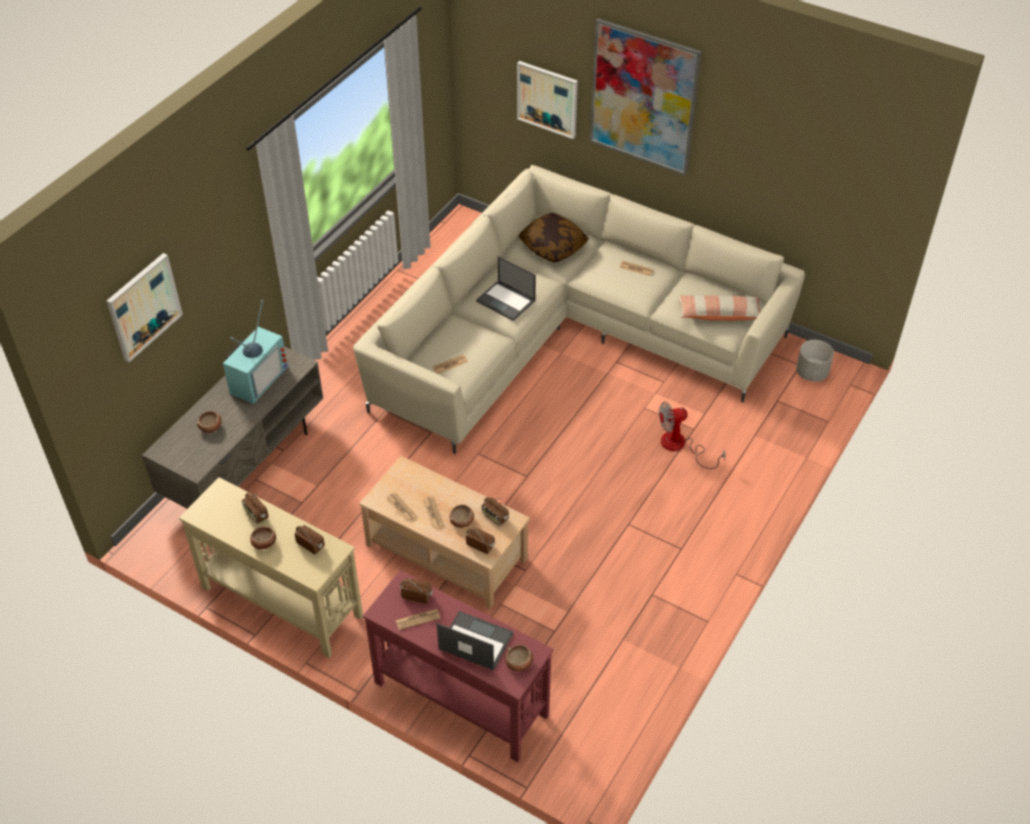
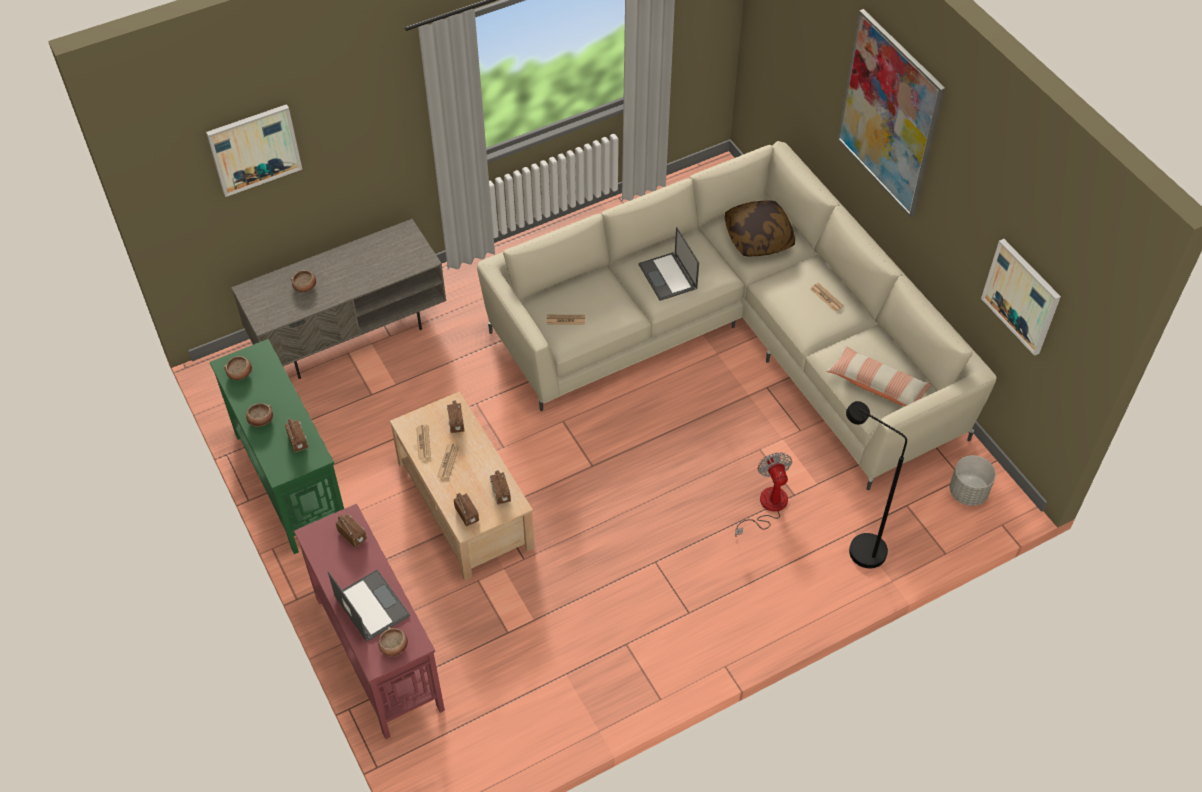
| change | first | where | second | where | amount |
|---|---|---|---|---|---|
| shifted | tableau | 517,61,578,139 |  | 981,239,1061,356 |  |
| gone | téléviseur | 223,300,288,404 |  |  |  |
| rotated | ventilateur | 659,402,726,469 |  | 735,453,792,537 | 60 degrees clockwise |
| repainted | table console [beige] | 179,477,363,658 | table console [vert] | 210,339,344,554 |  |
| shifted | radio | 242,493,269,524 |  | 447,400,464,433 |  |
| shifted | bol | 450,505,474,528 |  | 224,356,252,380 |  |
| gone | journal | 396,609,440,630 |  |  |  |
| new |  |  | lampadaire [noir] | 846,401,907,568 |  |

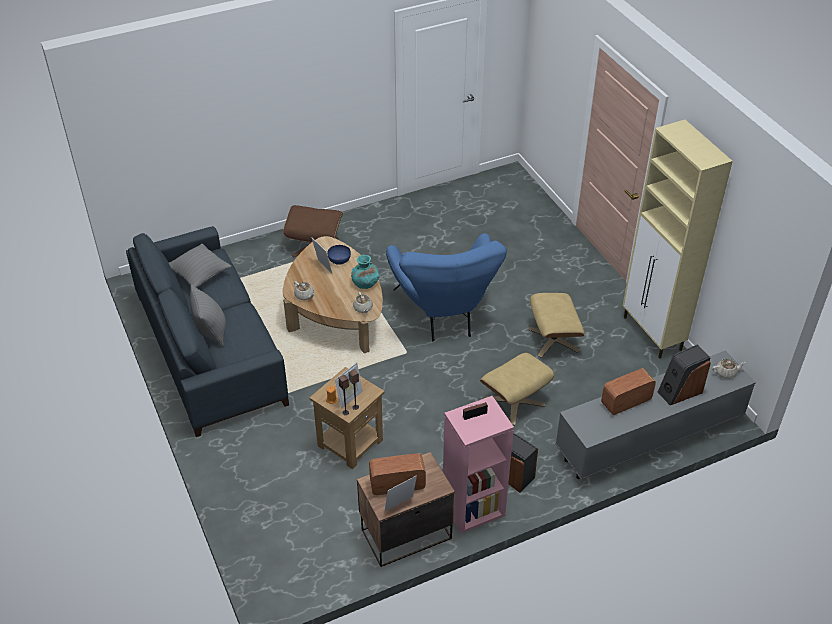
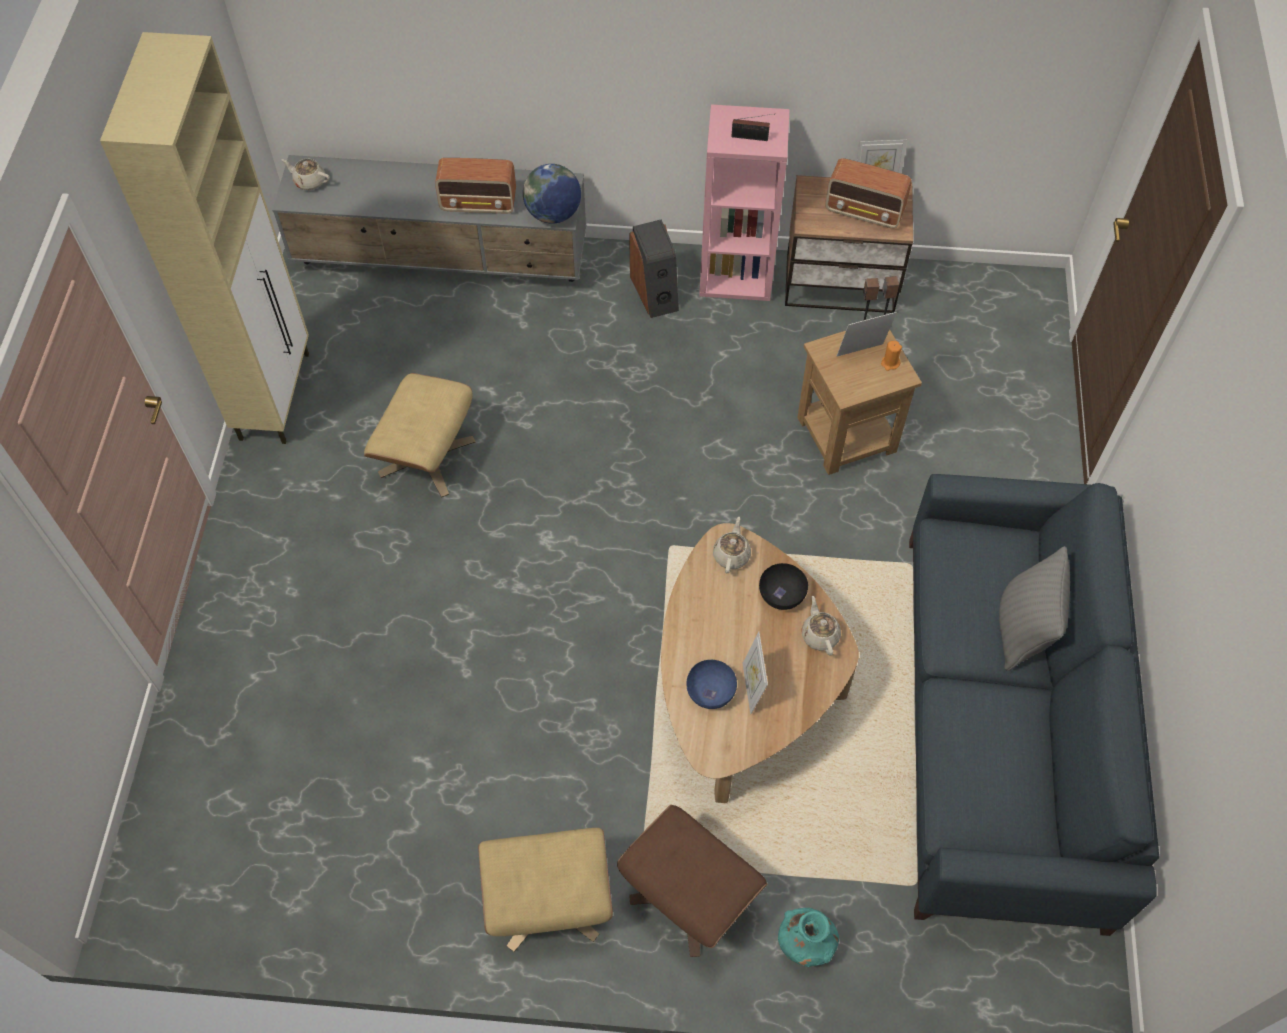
| change | first | where | second | where | amount |
|---|---|---|---|---|---|
| gone | fauteuil [bleu] | 386,233,507,341 |  |  |  |
| gone | coussin [gris] | 169,244,232,288 |  |  |  |
| shifted | vase [turquoise] | 351,255,380,289 |  | 778,908,839,967 |  |
| gone | enceinte | 658,344,711,405 |  |  |  |
| shifted | pouf [beige] | 480,353,554,425 |  | 478,828,613,952 |  |
| new |  |  | globe | 523,164,581,224 |  |
| new |  |  | bol [noir] | 759,563,808,610 |  |

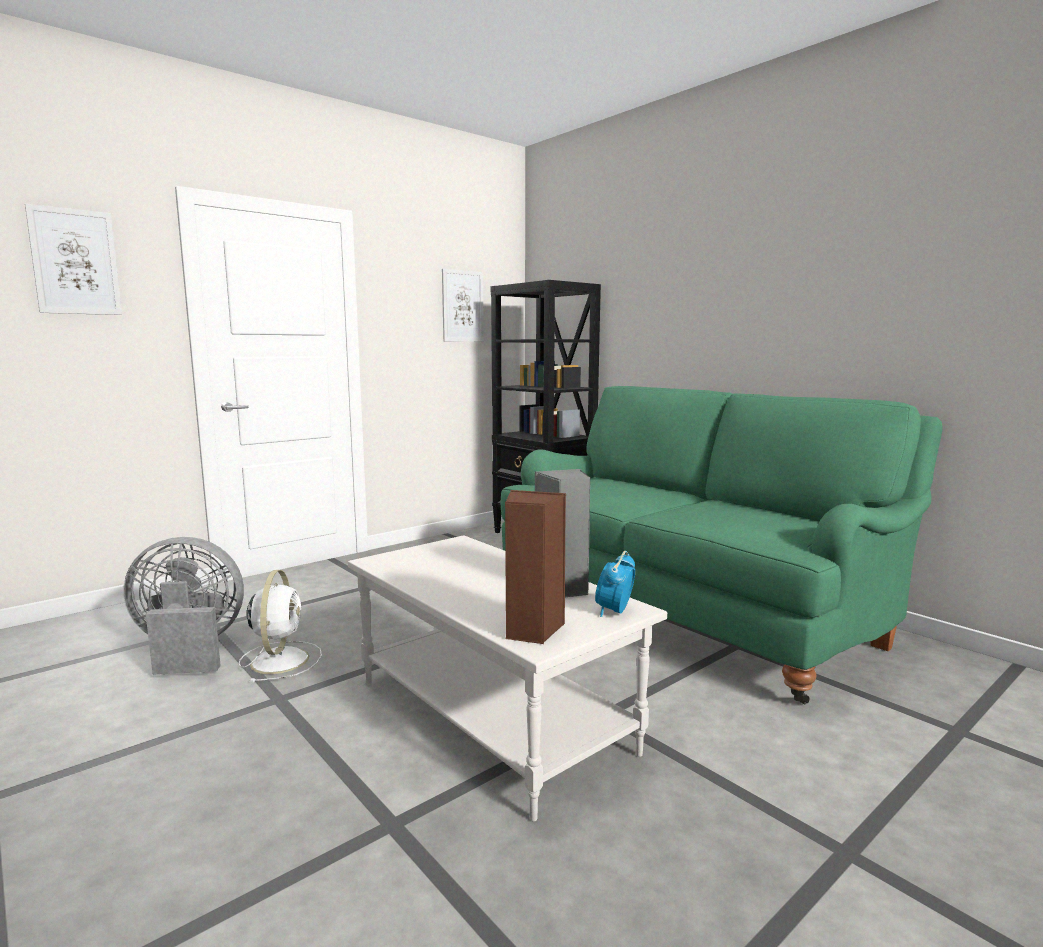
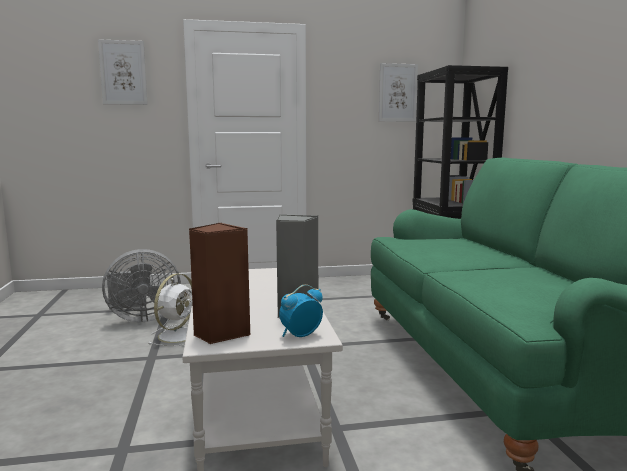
| change | first | where | second | where | amount |
|---|---|---|---|---|---|
| rotated | ventilateur [gris] | 123,537,244,675 |  | 102,249,181,322 | 135 degrees clockwise |

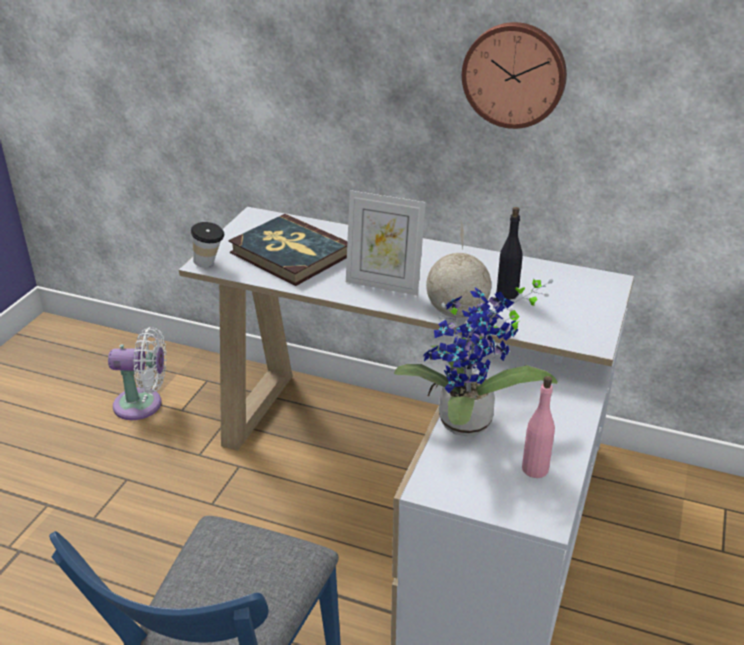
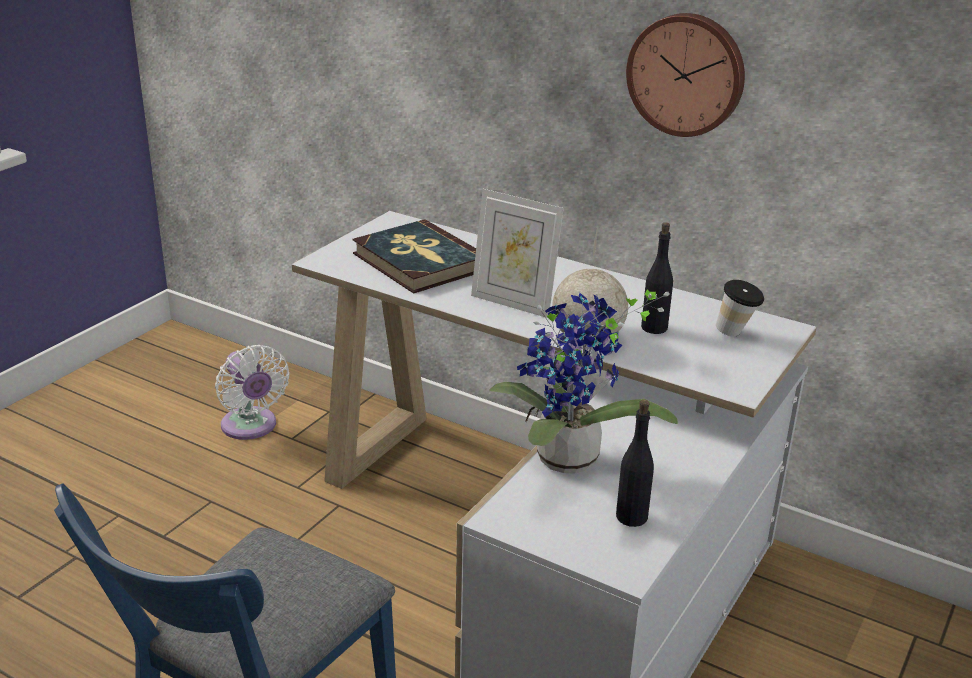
| change | first | where | second | where | amount |
|---|---|---|---|---|---|
| shifted | tasse | 191,222,224,268 |  | 716,280,764,337 |  |
| rotated | ventilateur [blanc] | 108,327,166,420 |  | 215,345,290,440 | 45 degrees clockwise |
| repainted | bouteille [rose] | 522,376,555,478 | bouteille [noir] | 616,400,654,527 |  |

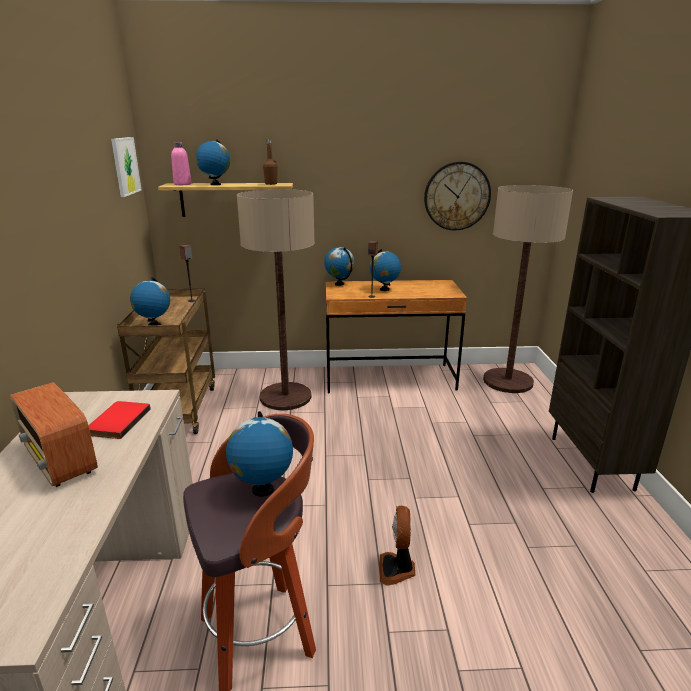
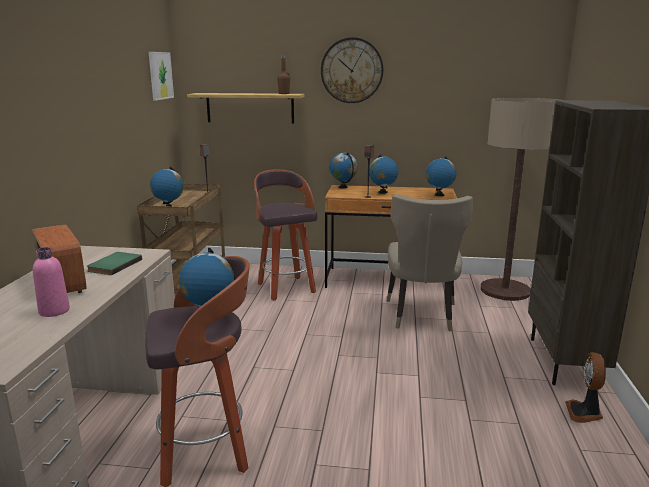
| change | first | where | second | where | amount |
|---|---|---|---|---|---|
| shifted | globe | 196,139,230,185 |  | 426,156,456,196 |  |
| shifted | bouteille [rose] | 171,142,191,185 |  | 33,247,70,317 |  |
| shifted | horloge murale | 424,162,491,231 |  | 321,37,383,103 |  |
| swapped | lampadaire | 237,189,315,410 | tabouret | 254,169,317,300 |  |
| repainted | livre [rouge] | 88,401,151,439 | livre [vert] | 87,252,142,275 |  |
| shifted | ventilateur | 380,506,415,586 |  | 565,352,606,423 |  |
| new |  |  | chaise [beige] | 387,194,473,331 |  |

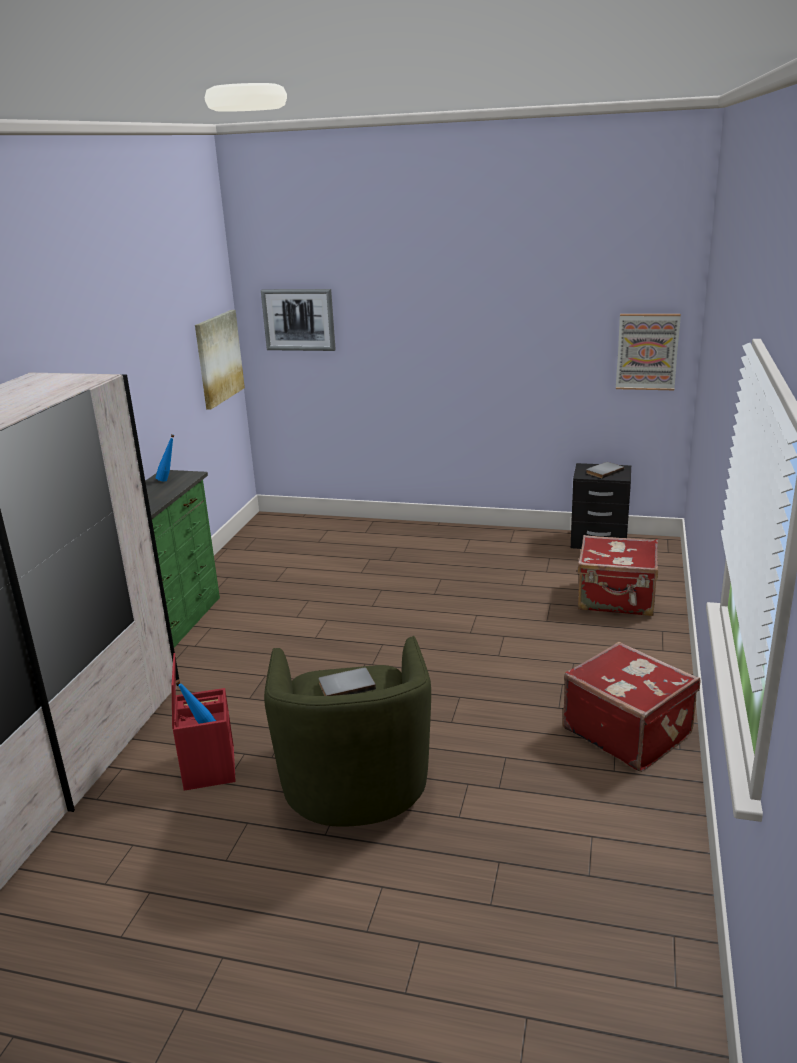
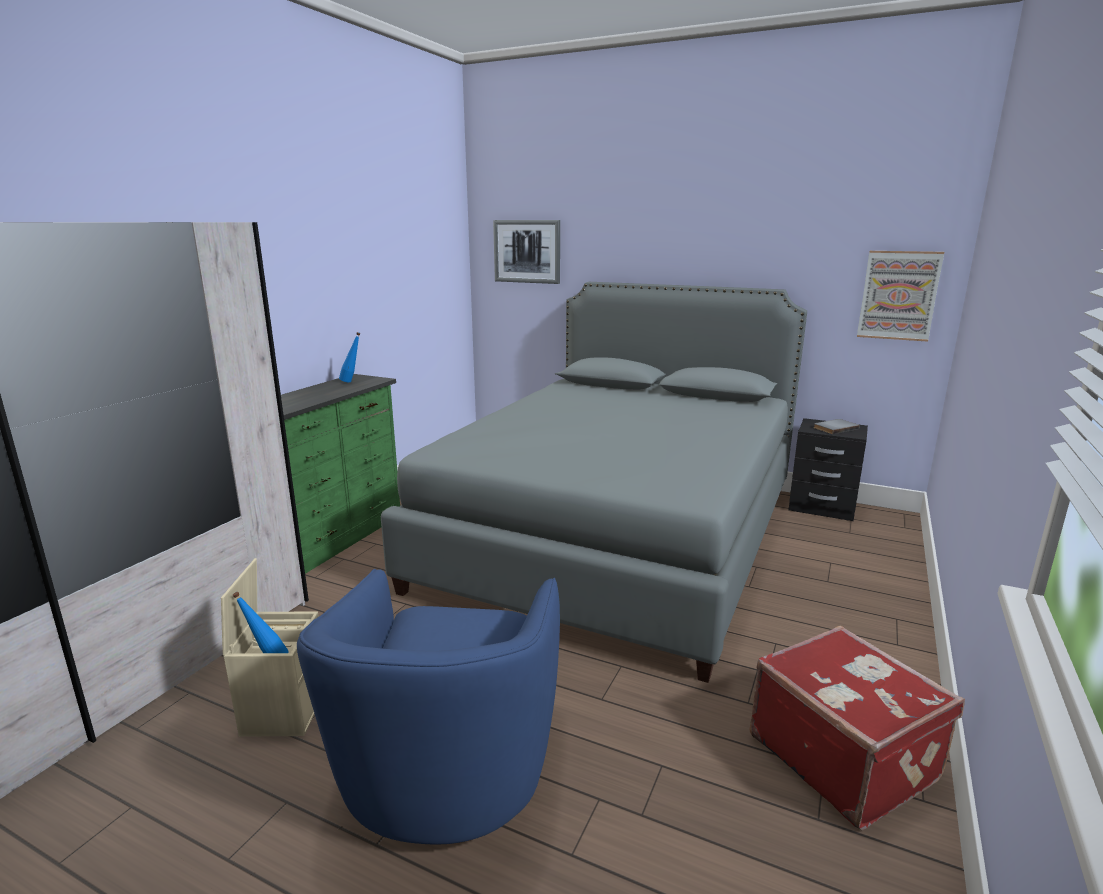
| change | first | where | second | where | amount |
|---|---|---|---|---|---|
| gone | tableau | 195,310,245,410 |  |  |  |
| gone | valise [rouge] | 577,535,658,616 |  |  |  |
| repainted | fauteuil [vert] | 264,636,431,827 | fauteuil [bleu] | 297,569,560,844 |  |
| repainted | boîte de rangement [rouge] | 172,653,235,791 | boîte de rangement [beige] | 221,558,319,737 |  |
| gone | livre [gris] | 318,668,376,696 |  |  |  |
| new |  |  | lit [gris] | 381,282,807,683 |  |

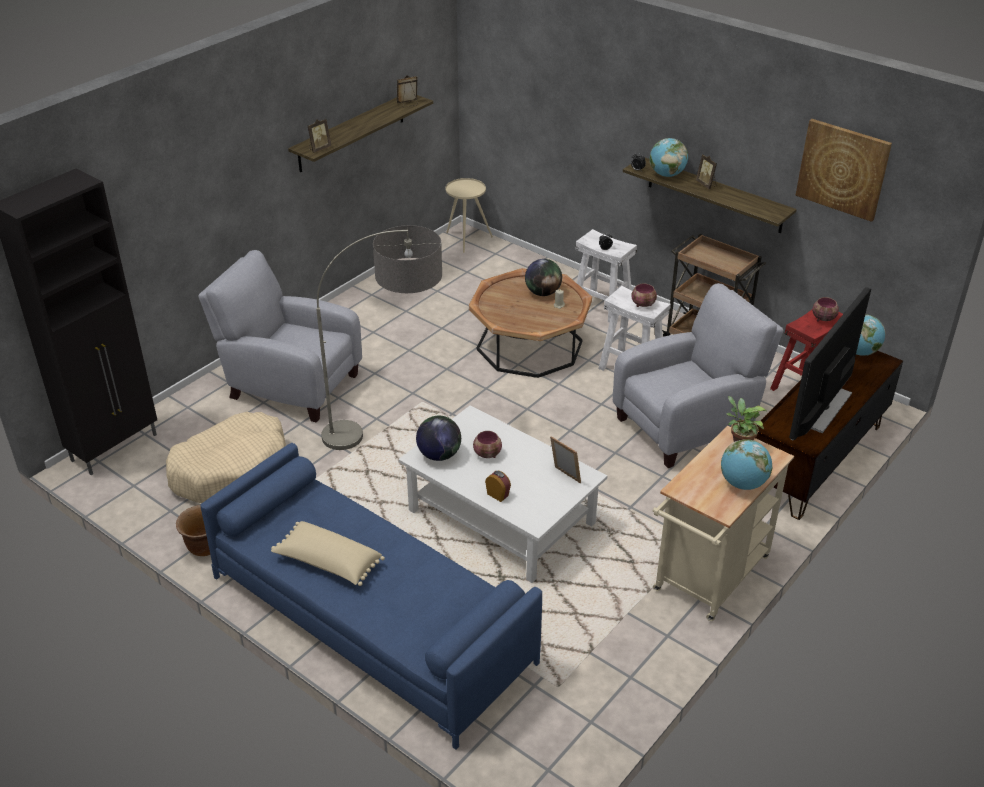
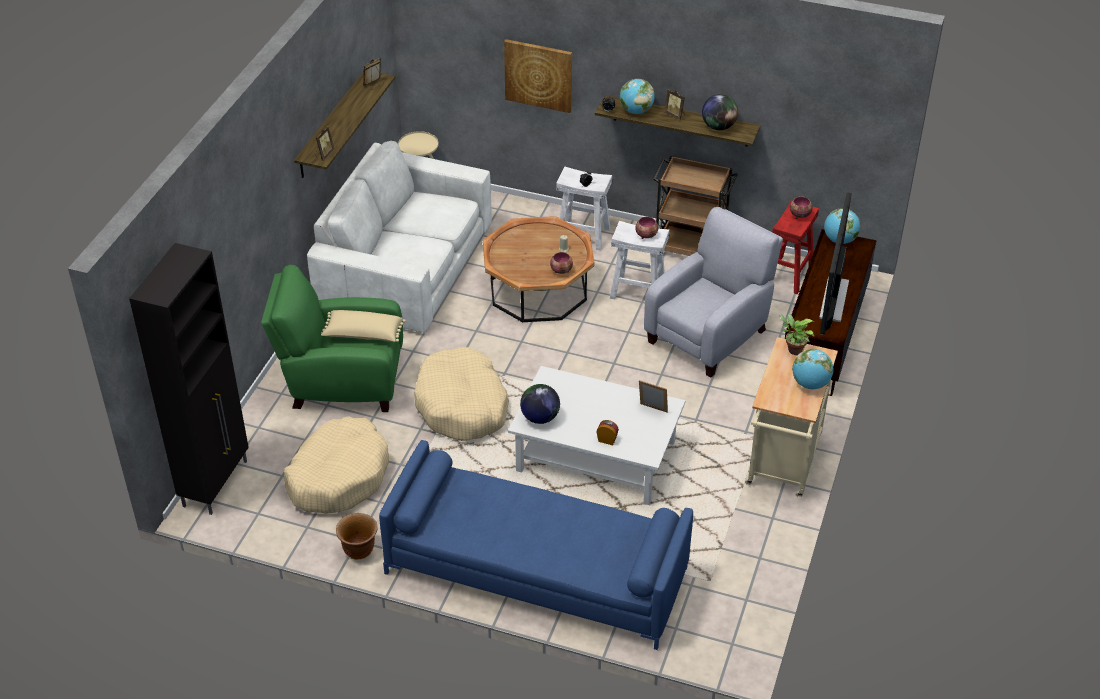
| change | first | where | second | where | amount |
|---|---|---|---|---|---|
| shifted | tableau | 795,119,892,222 |  | 504,39,572,113 |  |
| swapped | lampadaire | 316,225,442,450 | panier pour chien [beige] | 414,347,509,441 |  |
| repainted | fauteuil [gris] | 198,250,362,423 | fauteuil [vert] | 261,265,403,412 |  |
| shifted | globe | 525,259,562,296 |  | 702,94,738,130 |  |
| shifted | bol | 473,431,502,458 |  | 550,252,573,274 |  |
| shifted | coussin [beige] | 271,521,385,586 |  | 321,310,406,342 |  |
| new |  |  | canapé [blanc] | 307,141,492,333 |  |

